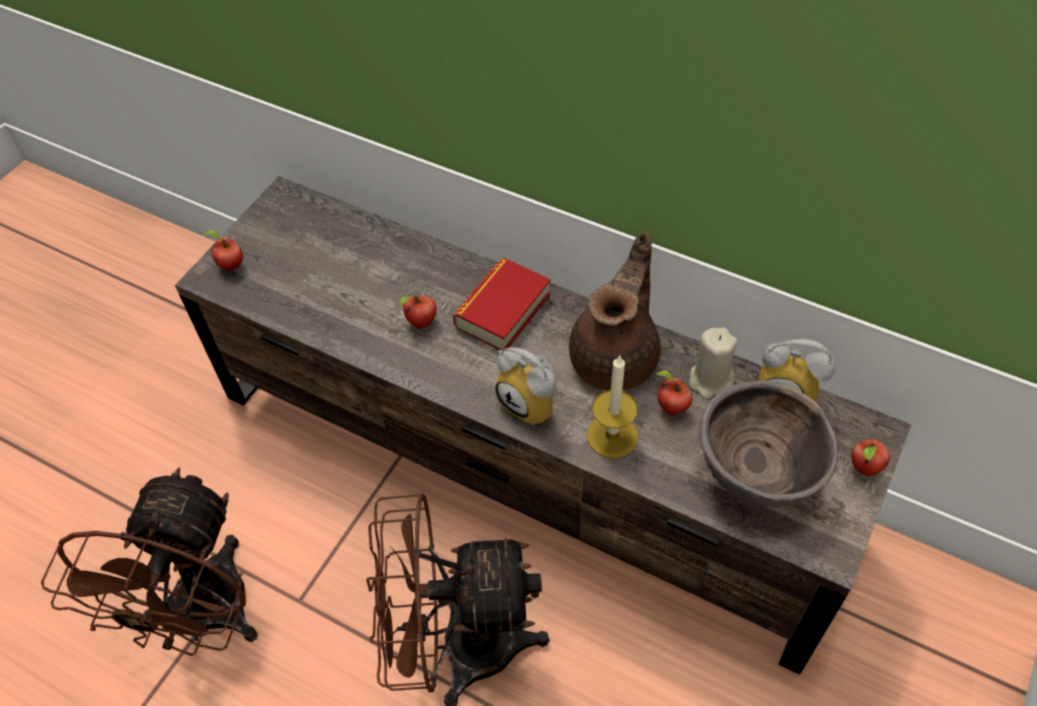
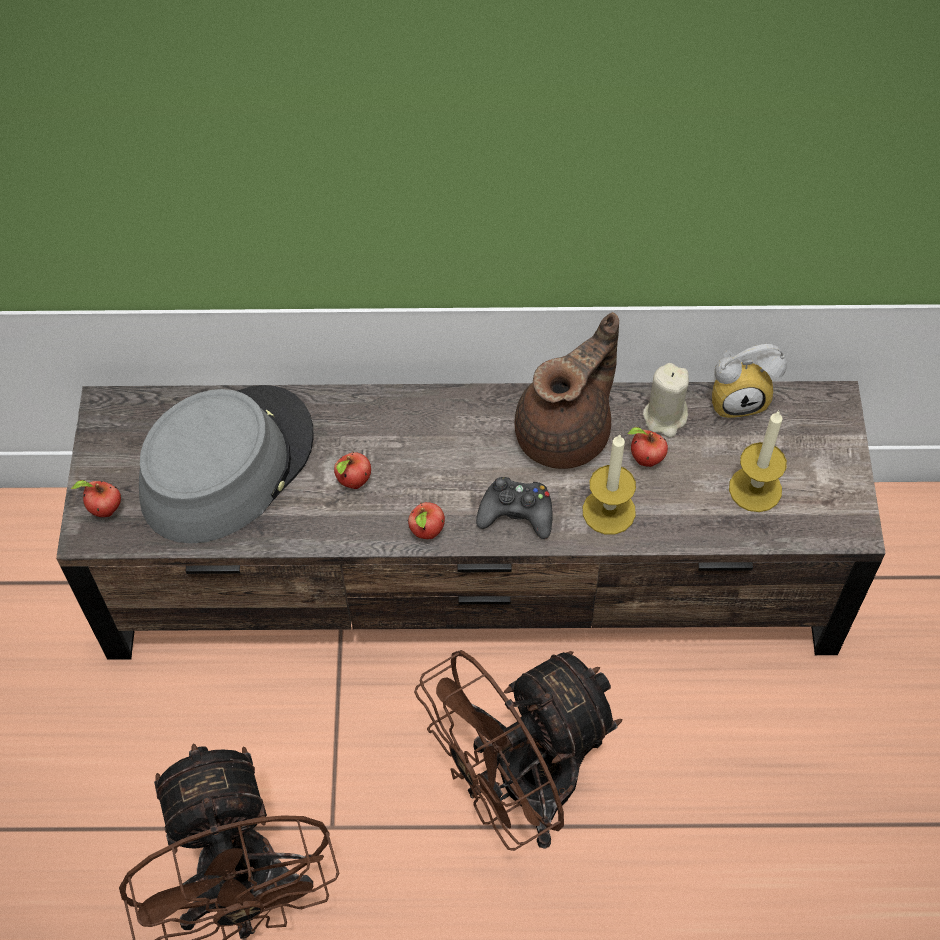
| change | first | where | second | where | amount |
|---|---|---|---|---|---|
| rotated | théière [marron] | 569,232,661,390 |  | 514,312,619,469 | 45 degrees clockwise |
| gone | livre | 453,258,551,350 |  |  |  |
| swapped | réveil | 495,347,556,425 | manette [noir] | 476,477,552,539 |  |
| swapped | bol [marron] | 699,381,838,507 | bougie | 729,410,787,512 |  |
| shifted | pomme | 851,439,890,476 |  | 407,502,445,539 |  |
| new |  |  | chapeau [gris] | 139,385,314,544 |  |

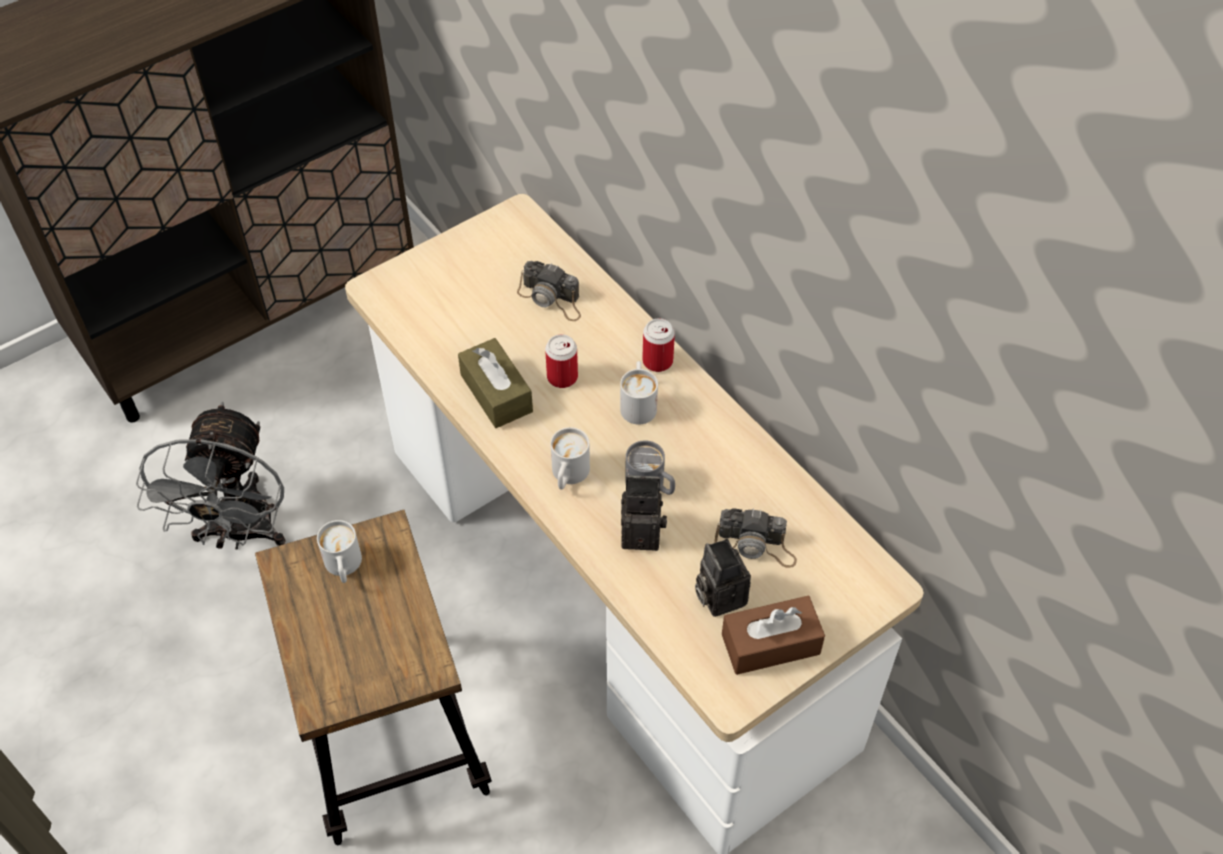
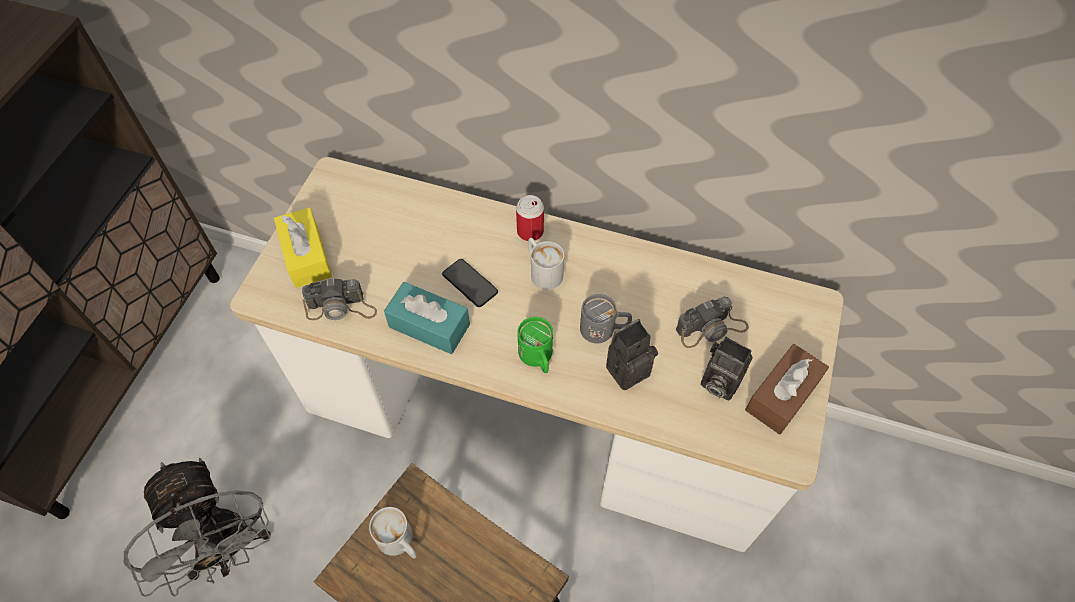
| change | first | where | second | where | amount |
|---|---|---|---|---|---|
| shifted | appareil photo | 517,261,581,321 |  | 302,278,377,320 |  |
| swapped | boîte métallique | 545,334,578,388 | téléphone | 442,259,498,307 |  |
| repainted | boîte à mouchoirs [marron] | 458,338,533,428 | boîte à mouchoirs [turquoise] | 384,282,470,354 |  |
| repainted | mug [blanc] | 551,427,590,490 | mug [vert] | 517,317,553,373 |  |
| new |  |  | boîte à mouchoirs [jaune] | 274,208,332,288 |  |

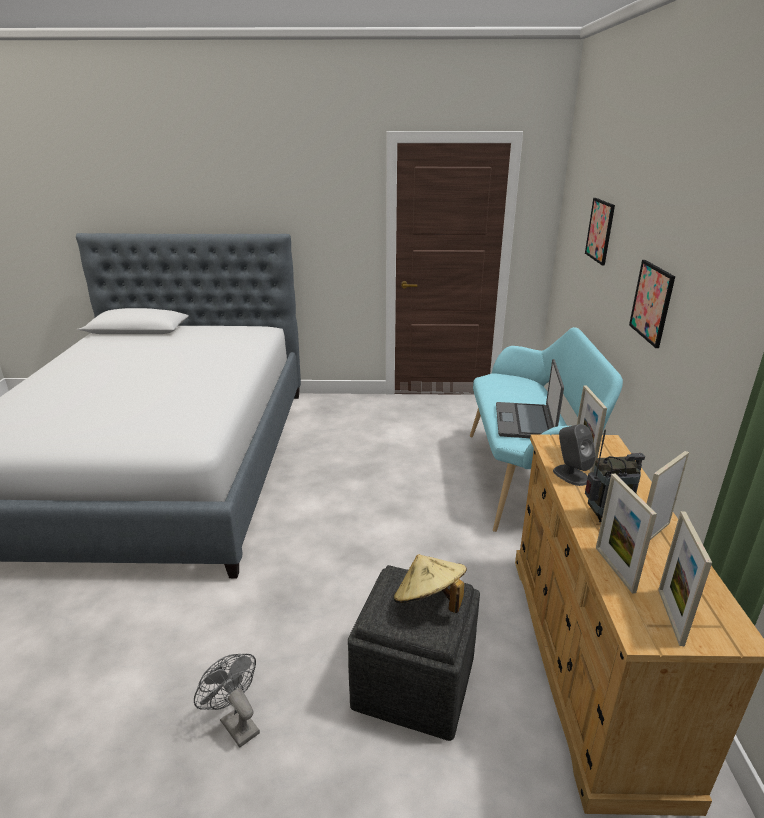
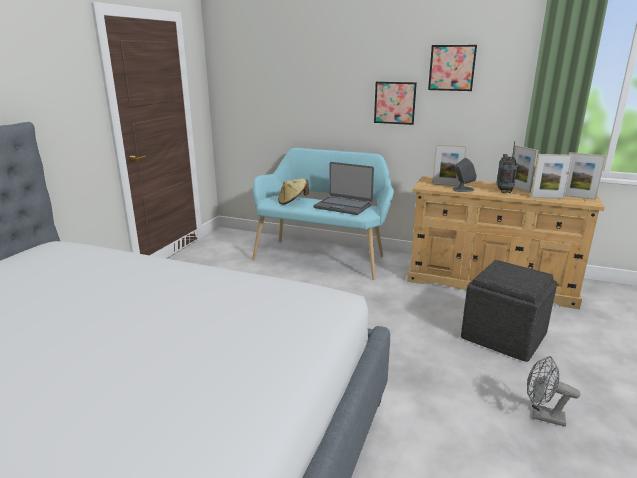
| change | first | where | second | where | amount |
|---|---|---|---|---|---|
| shifted | tableau | 585,198,615,265 |  | 428,45,477,91 |  |
| shifted | chapeau [beige] | 394,554,467,613 |  | 278,178,309,205 |  |
| rotated | ventilateur [gris] | 194,654,260,748 |  | 527,356,580,427 | 45 degrees clockwise |

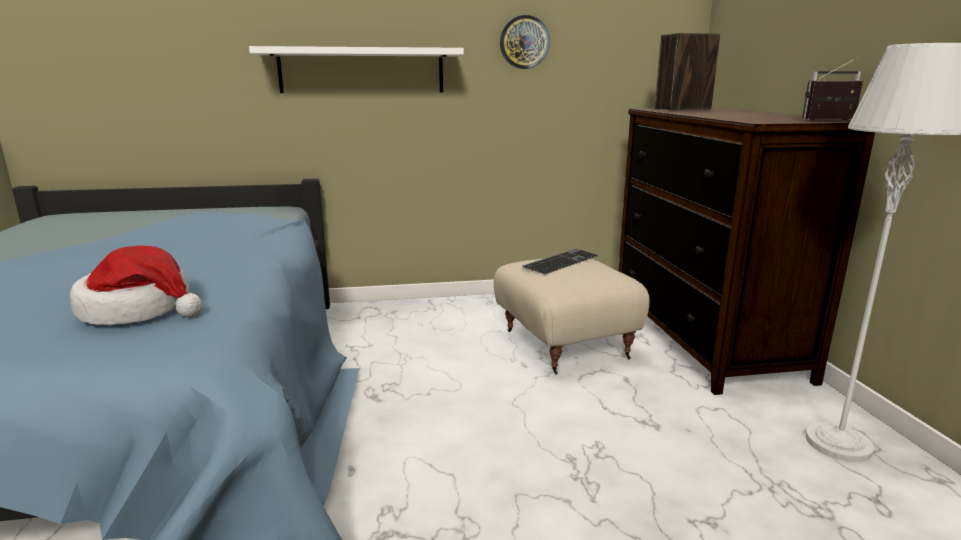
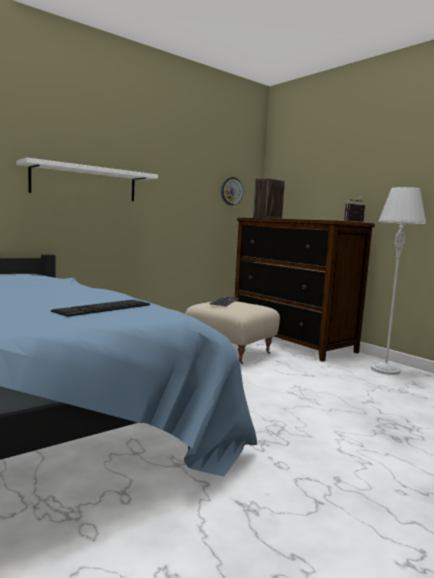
| change | first | where | second | where | amount |
|---|---|---|---|---|---|
| shifted | horloge murale | 500,15,550,69 |  | 221,177,243,205 |  |
| swapped | chapeau | 70,246,202,325 | clavier | 51,300,150,317 |  |

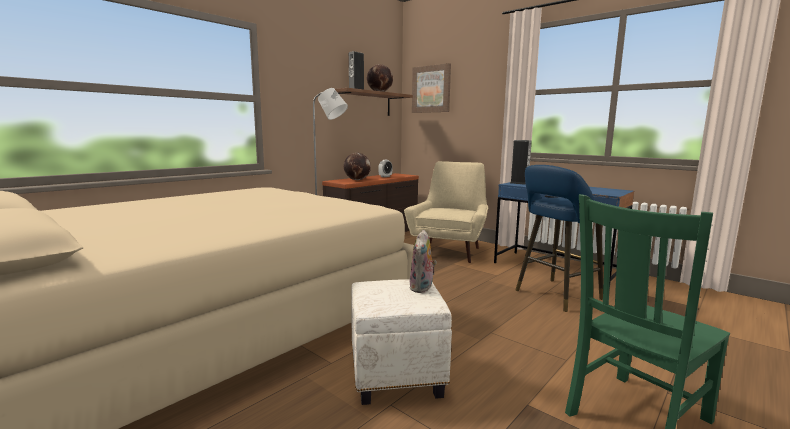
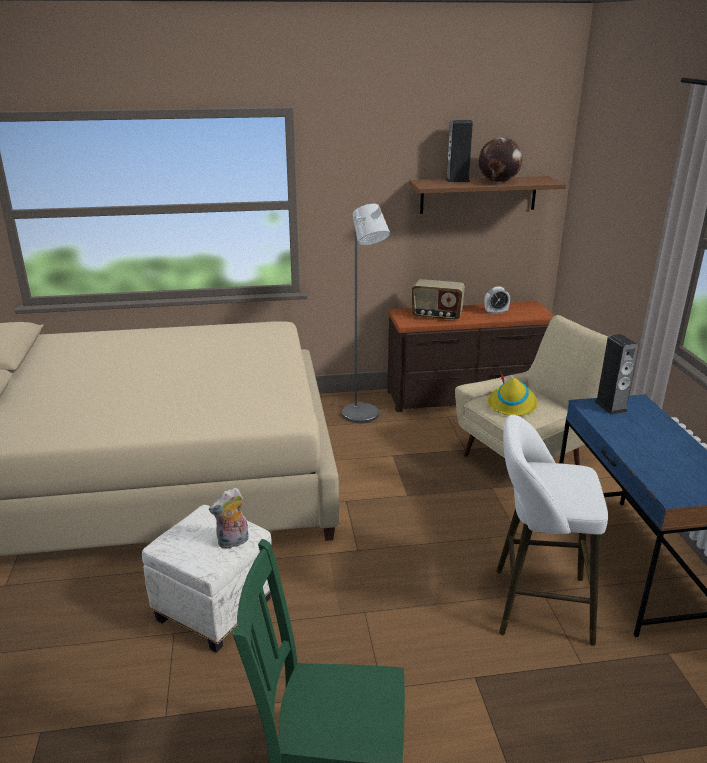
| change | first | where | second | where | amount |
|---|---|---|---|---|---|
| gone | tableau | 412,63,451,113 |  |  |  |
| swapped | globe | 344,153,371,180 | radio | 412,279,465,321 |  |
| repainted | tabouret [bleu] | 516,165,603,312 | tabouret [blanc] | 496,415,608,646 |  |
| new |  |  | chapeau [jaune] | 488,371,537,416 |  |

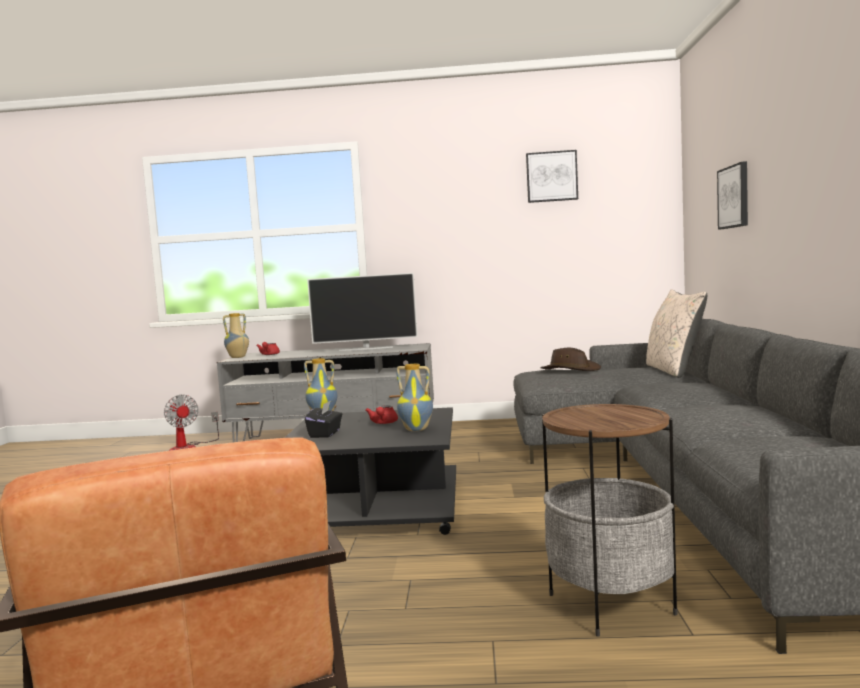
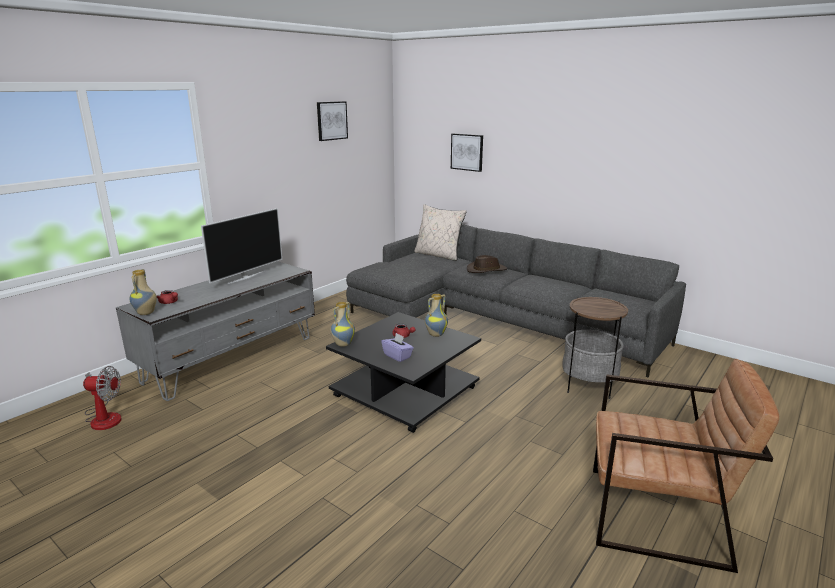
| change | first | where | second | where | amount |
|---|---|---|---|---|---|
| shifted | chapeau [marron] | 540,348,601,371 |  | 467,255,507,273 |  |
| repainted | boîte à mouchoirs [noir] | 305,400,342,438 | boîte à mouchoirs [violet] | 381,333,414,362 |  |

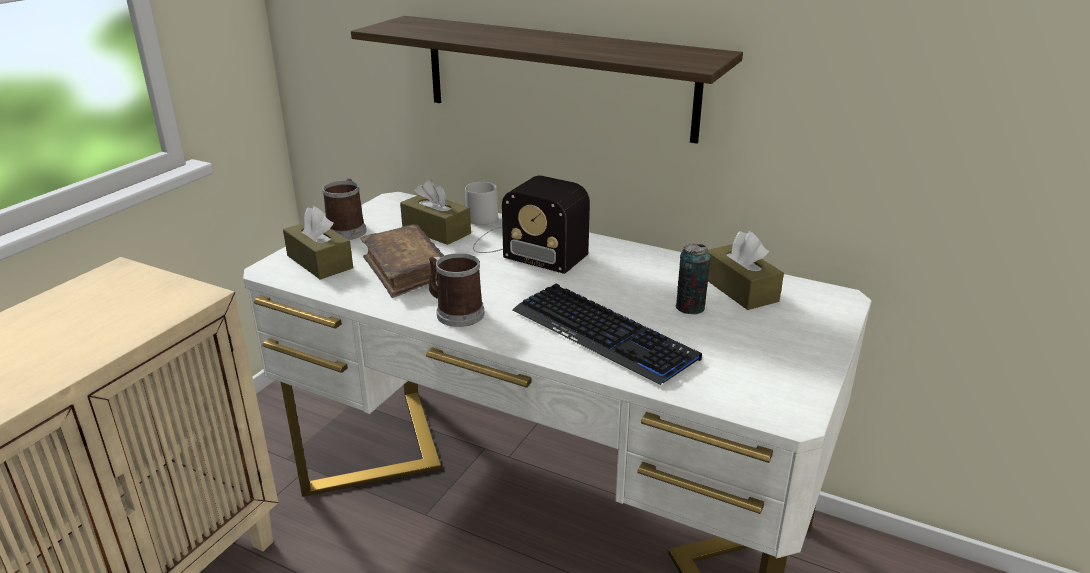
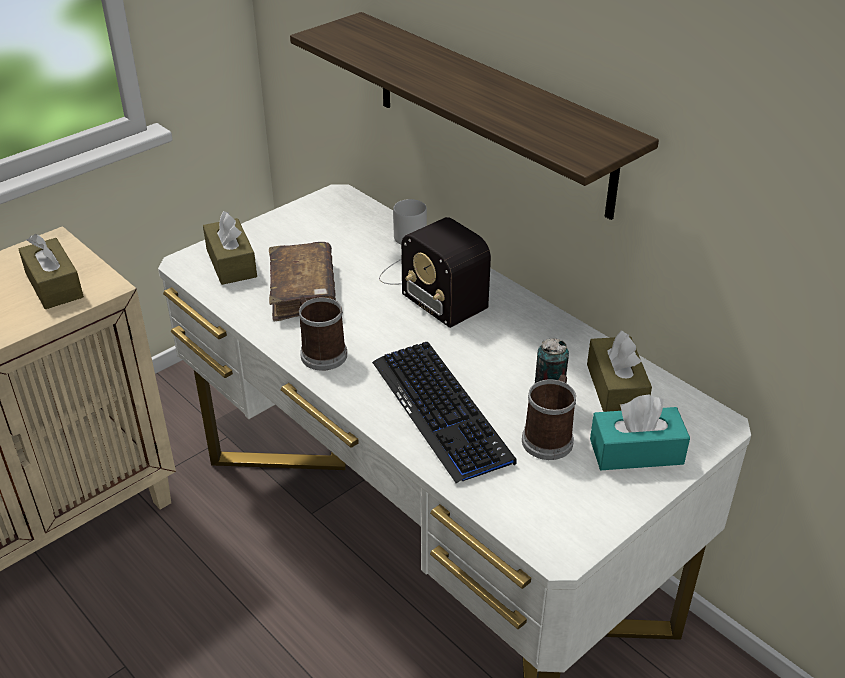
| change | first | where | second | where | amount |
|---|---|---|---|---|---|
| shifted | mug | 322,179,366,240 |  | 522,375,576,460 |  |
| shifted | boîte à mouchoirs [marron] | 400,180,471,245 |  | 19,234,84,309 |  |
| new |  |  | boîte à mouchoirs [turquoise] | 590,394,690,470 |  |

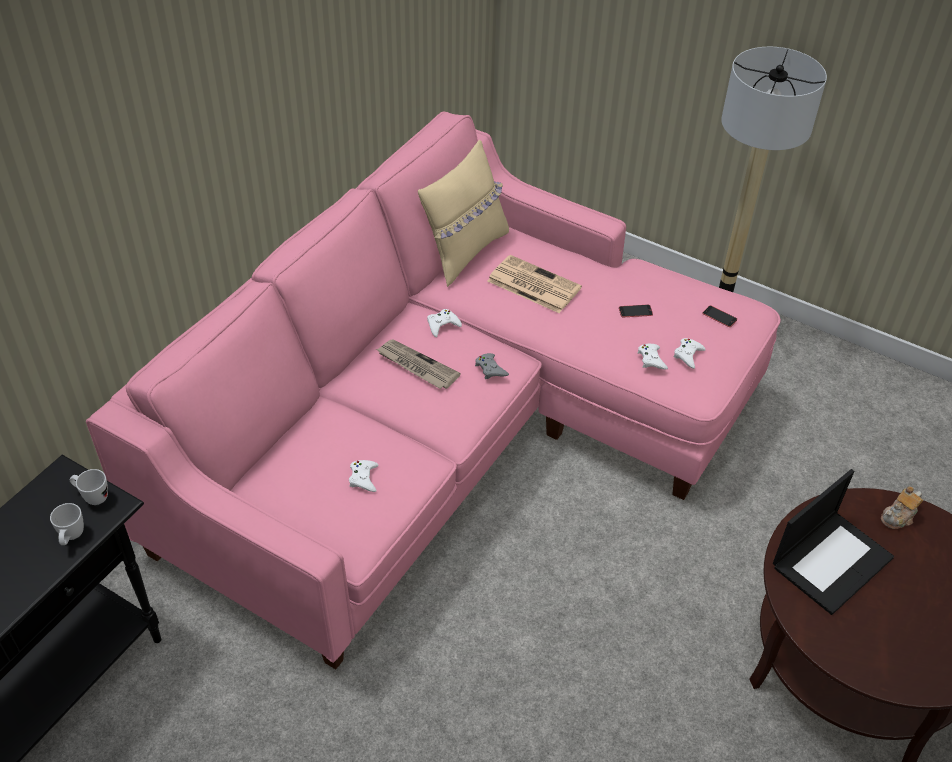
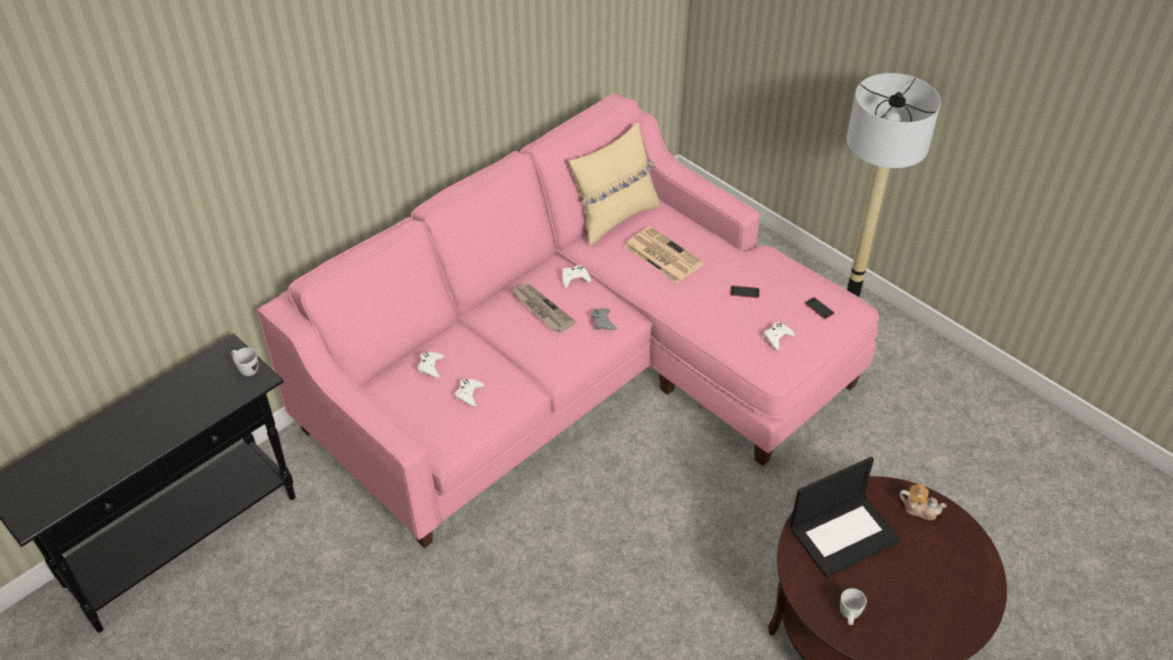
| change | first | where | second | where | amount |
|---|---|---|---|---|---|
| shifted | manette [blanc] | 637,344,668,370 |  | 418,352,444,378 |  |
| rotated | théière | 881,486,923,529 |  | 899,483,947,520 | 135 degrees counterclockwise |
| shifted | mug [blanc] | 50,503,84,545 |  | 840,588,867,625 |  |

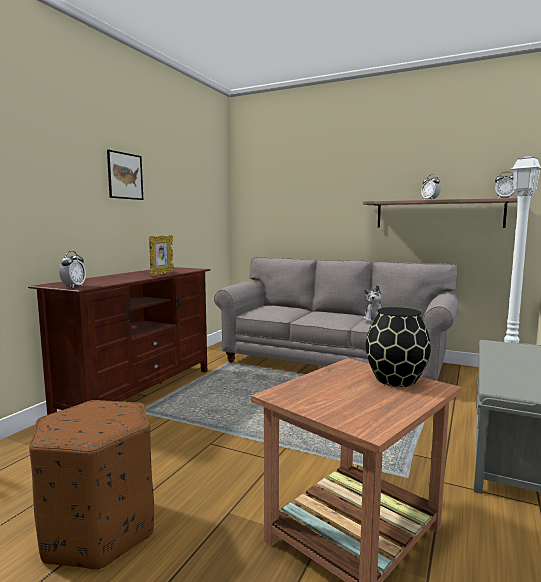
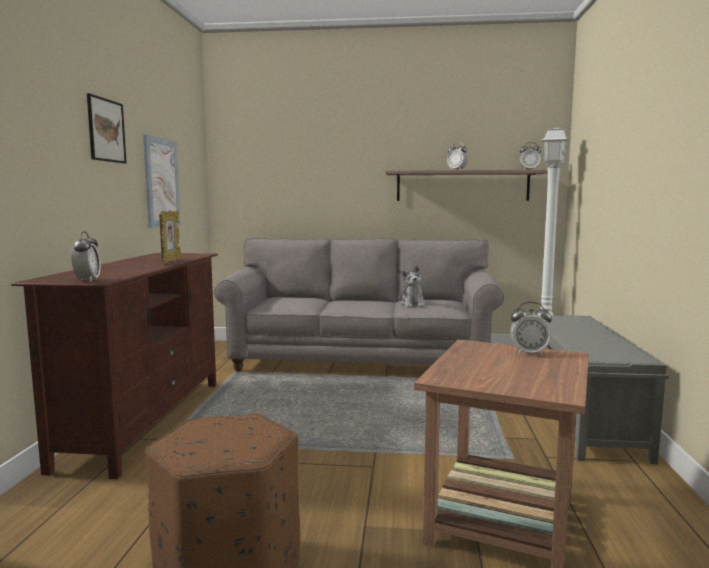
| change | first | where | second | where | amount |
|---|---|---|---|---|---|
| swapped | vase [noir] | 366,307,431,387 | réveil | 510,302,552,356 |  |
| new |  |  | tableau | 143,134,181,228 |  |

